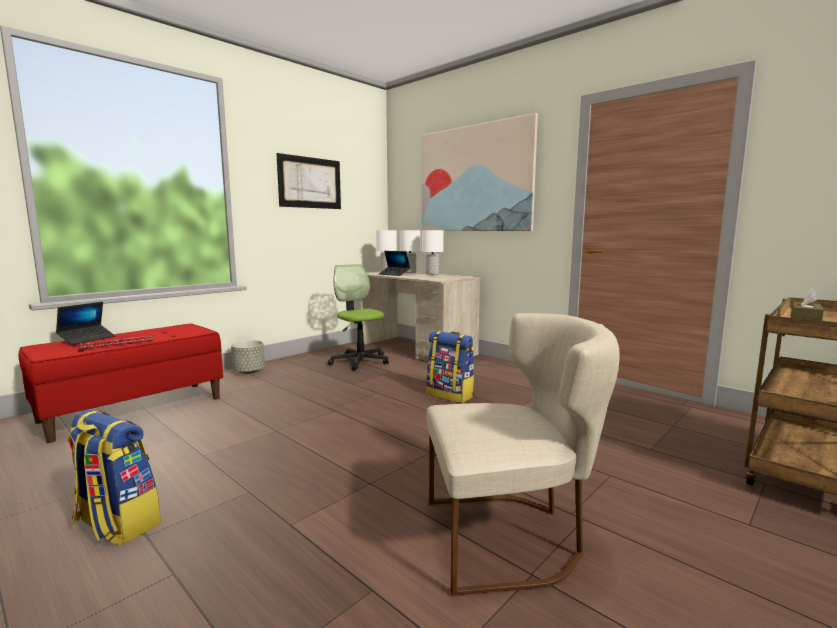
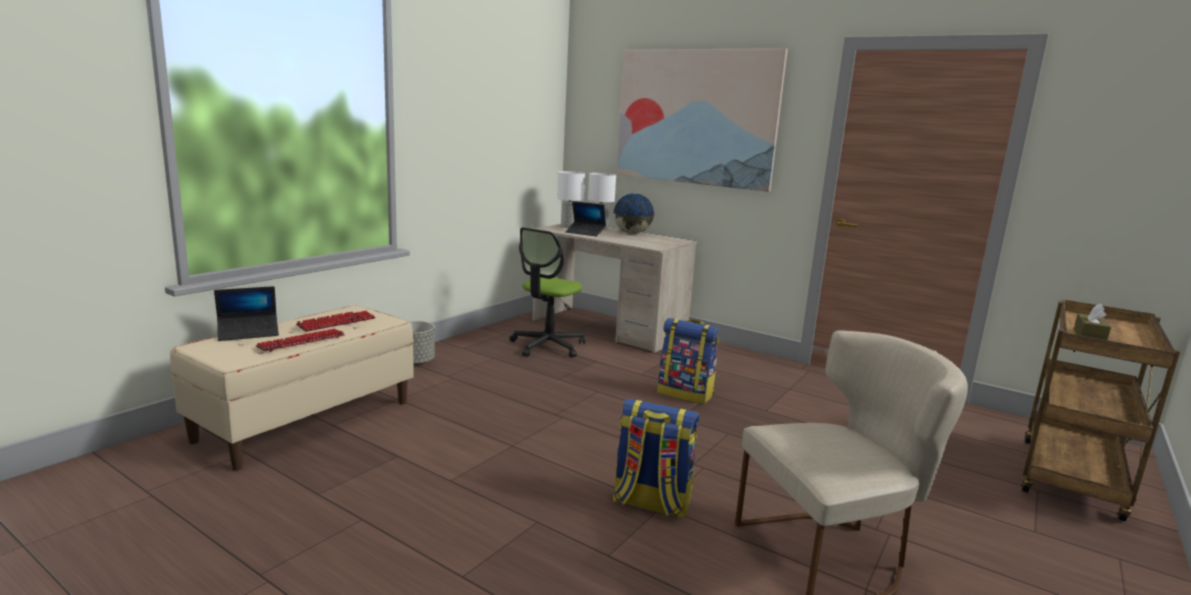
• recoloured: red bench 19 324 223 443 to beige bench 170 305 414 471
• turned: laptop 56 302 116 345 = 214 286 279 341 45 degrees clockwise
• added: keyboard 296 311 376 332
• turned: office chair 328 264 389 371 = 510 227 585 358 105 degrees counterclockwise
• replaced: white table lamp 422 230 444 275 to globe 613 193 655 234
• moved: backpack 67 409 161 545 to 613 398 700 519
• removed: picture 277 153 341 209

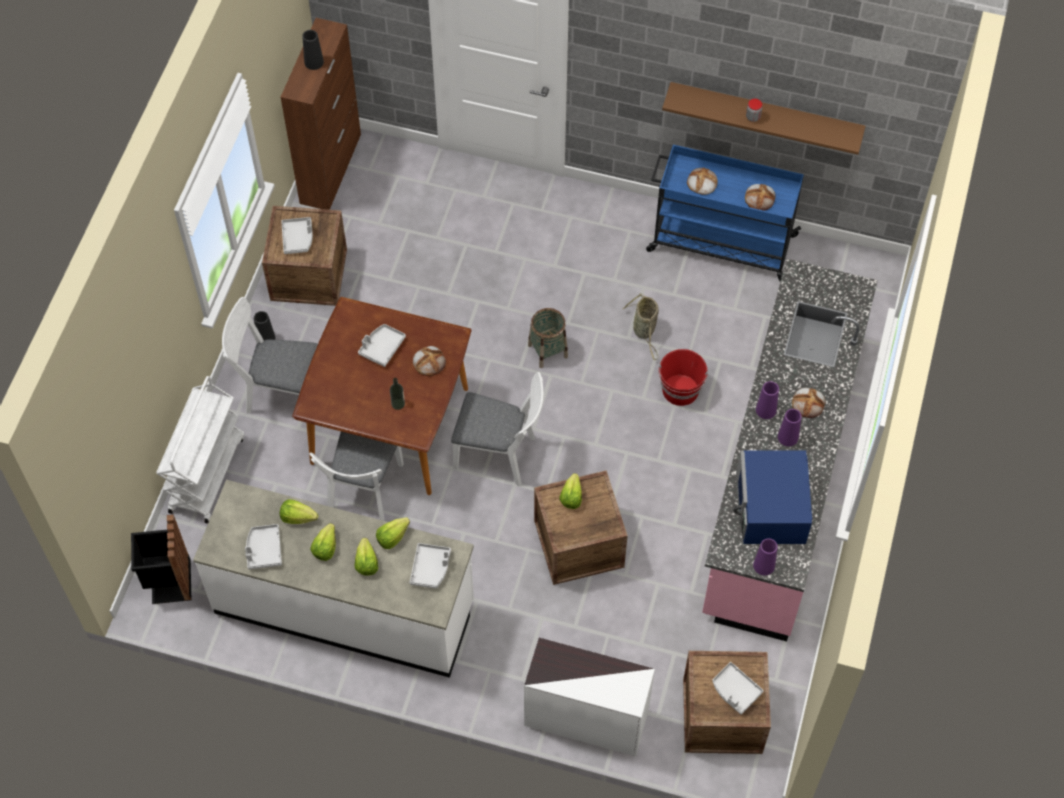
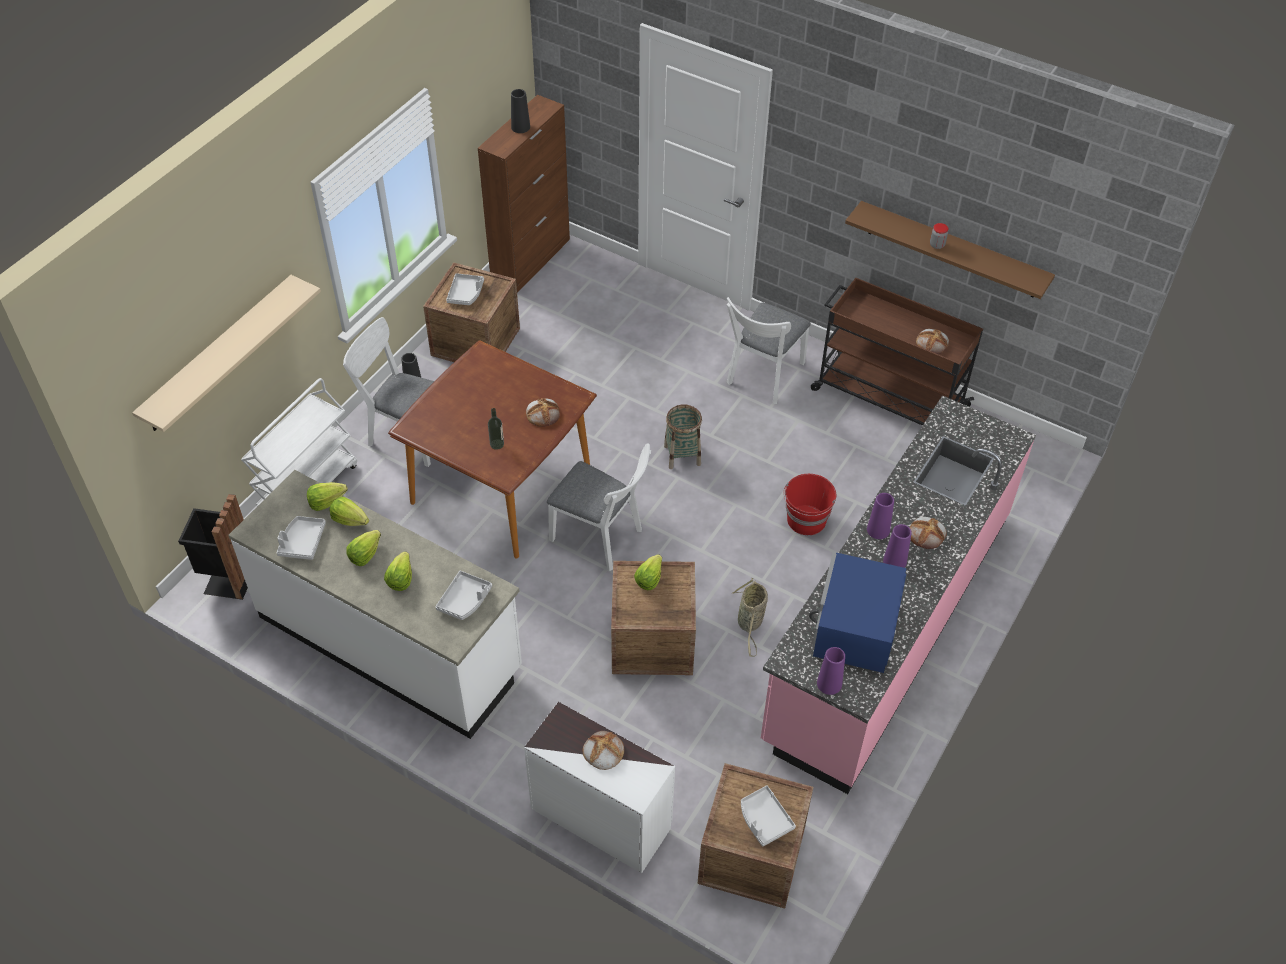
• added: beige shelf 132 275 321 432
• moved: lettuce 376 517 410 549 to 307 482 347 511
• moved: bread 687 168 718 195 to 583 731 624 770
• moved: white chair 309 432 404 521 to 727 297 811 404
• moved: basket 623 293 659 360 to 731 578 768 657
• recoloured: blue cart 646 144 804 282 to brown cart 811 278 983 426
• removed: grey tray 358 324 406 367

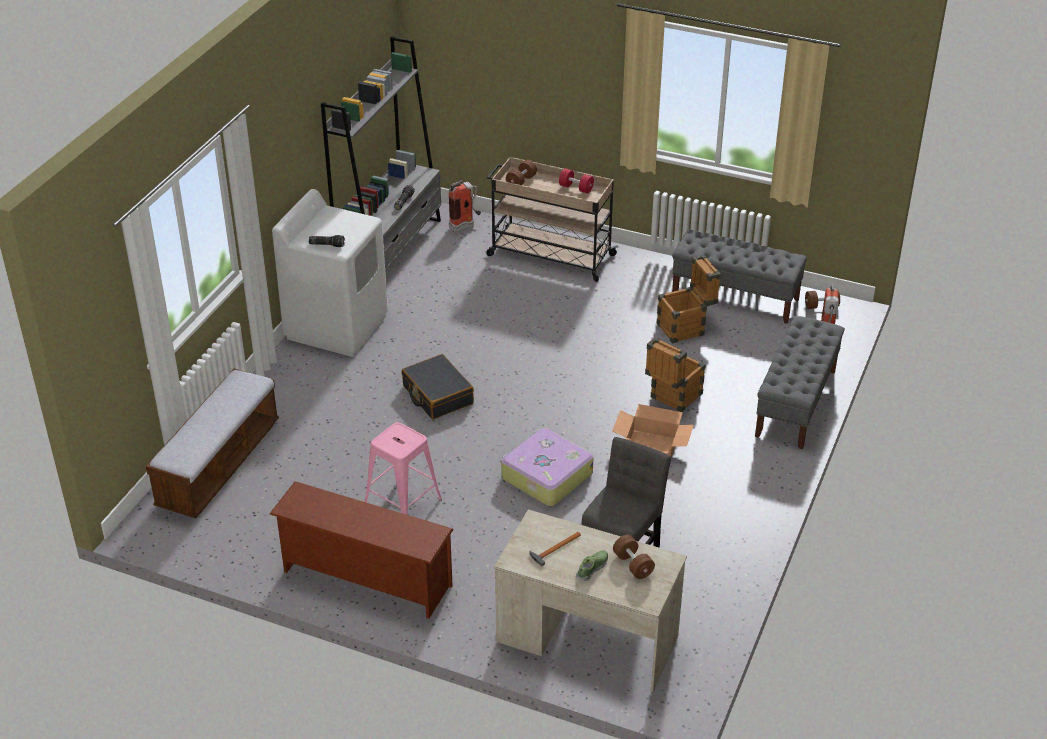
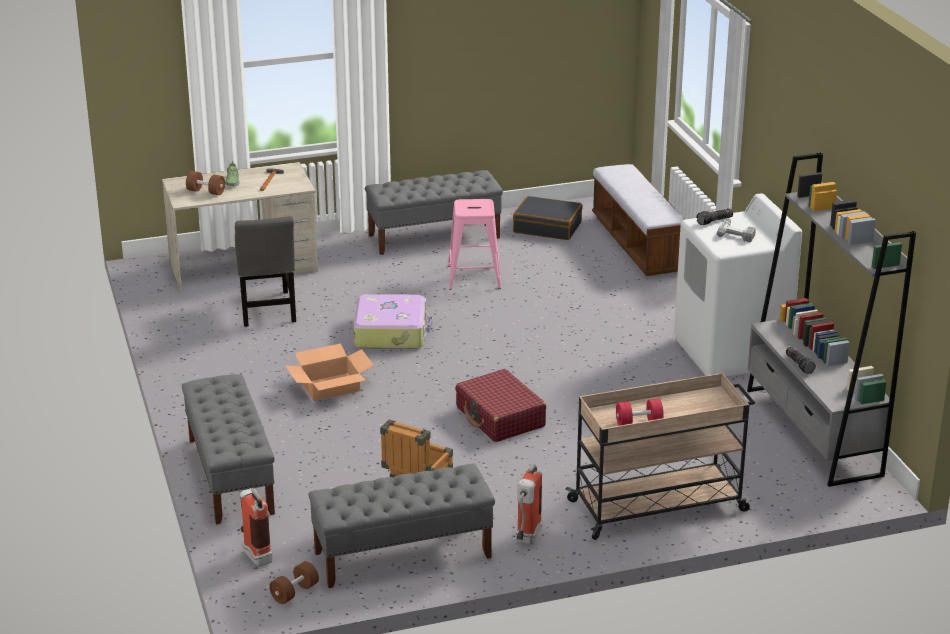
• replaced: brown shoe rack 270 481 454 619 to grey bench 365 170 503 255
• added: red suitcase 455 369 546 442
• moved: black suitcase 402 354 474 419 to 513 196 583 240
• moved: fire extinguisher 449 180 481 232 to 516 463 543 545
• added: power drill 717 219 756 242
• removed: brown dumbbell 506 160 537 185
• removed: crate 645 337 706 412

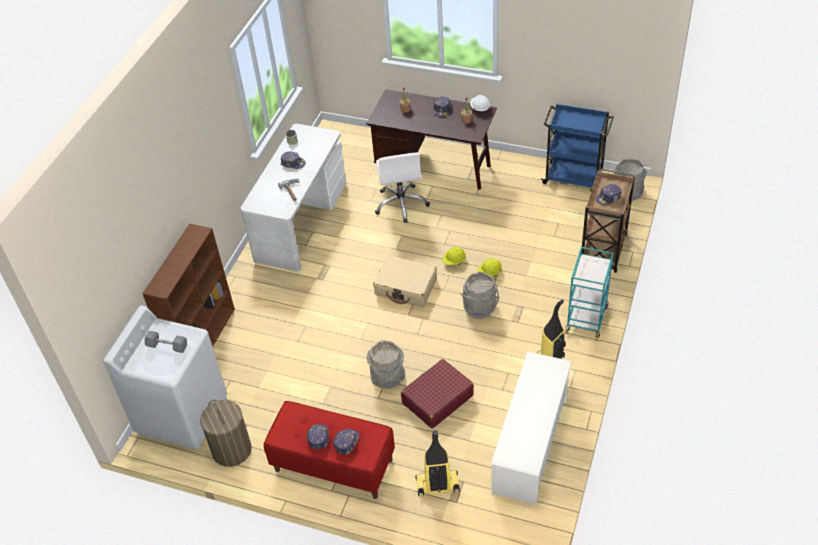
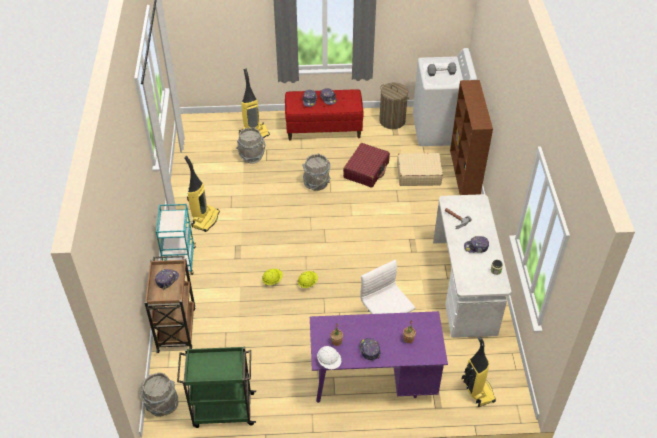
• recoloured: blue cart 541 104 614 191 to green cart 177 347 256 428
• moved: grey bucket 461 272 499 319 to 236 127 266 164
• recoloured: brown desk 366 89 497 190 to purple desk 310 311 448 403
• moved: red suitcase 401 359 474 428 to 343 143 390 188
• moved: beige suitcase 373 255 437 307 to 397 153 443 186
• added: vacuum cleaner 462 336 496 407
• removed: white shoe rack 491 351 572 505

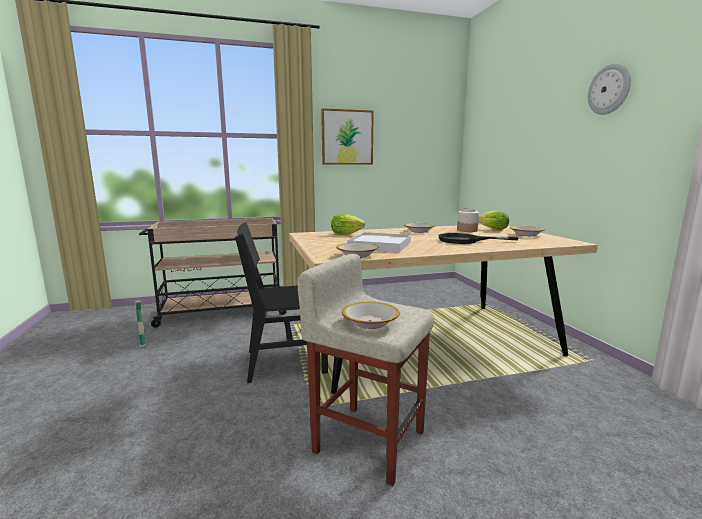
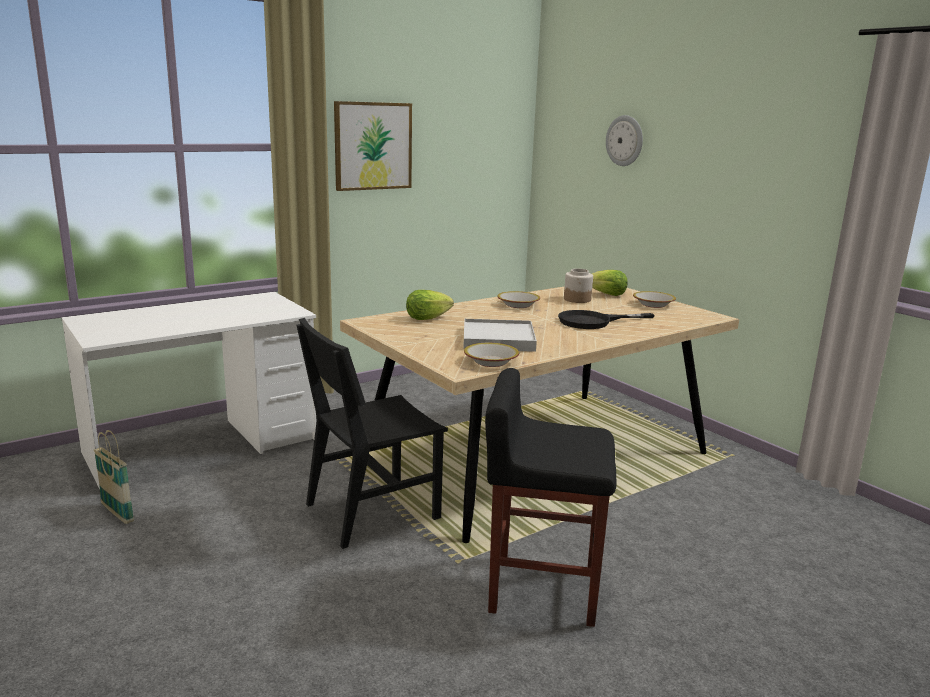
• replaced: beige cart 139 218 287 328 to white desk 61 292 316 490
• recoloured: beige stool 297 254 434 486 to black stool 485 368 617 627
• moved: wall clock 588 63 631 115 to 606 115 643 166
• removed: bowl 342 302 400 329

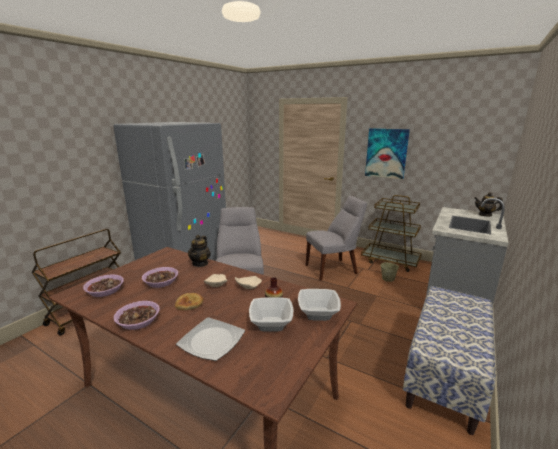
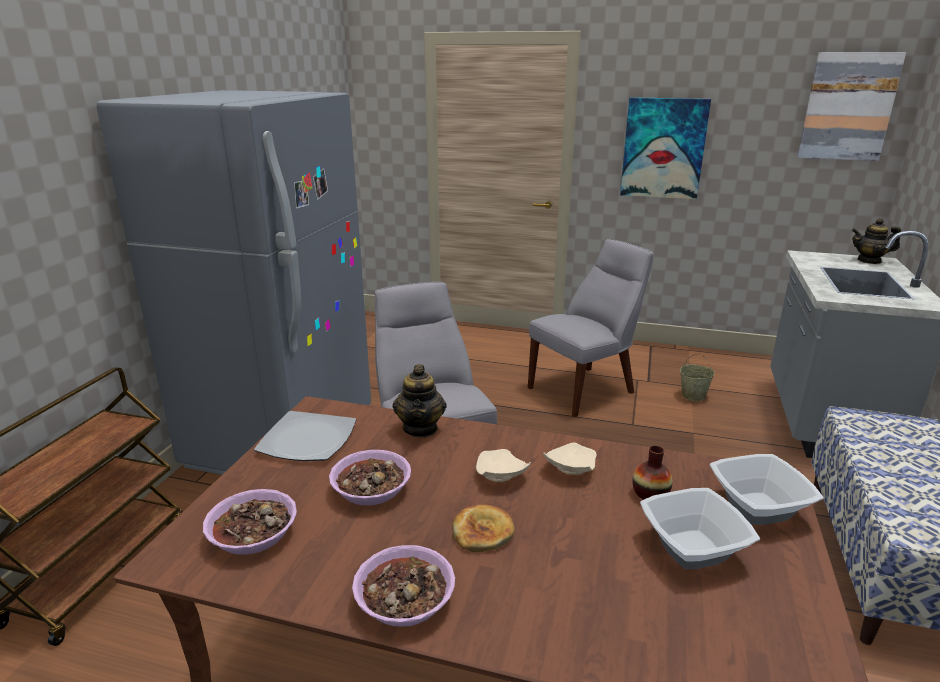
• moved: plate 176 317 245 361 to 254 411 356 461
• added: picture 798 53 906 161
• removed: brown cart 361 195 422 272

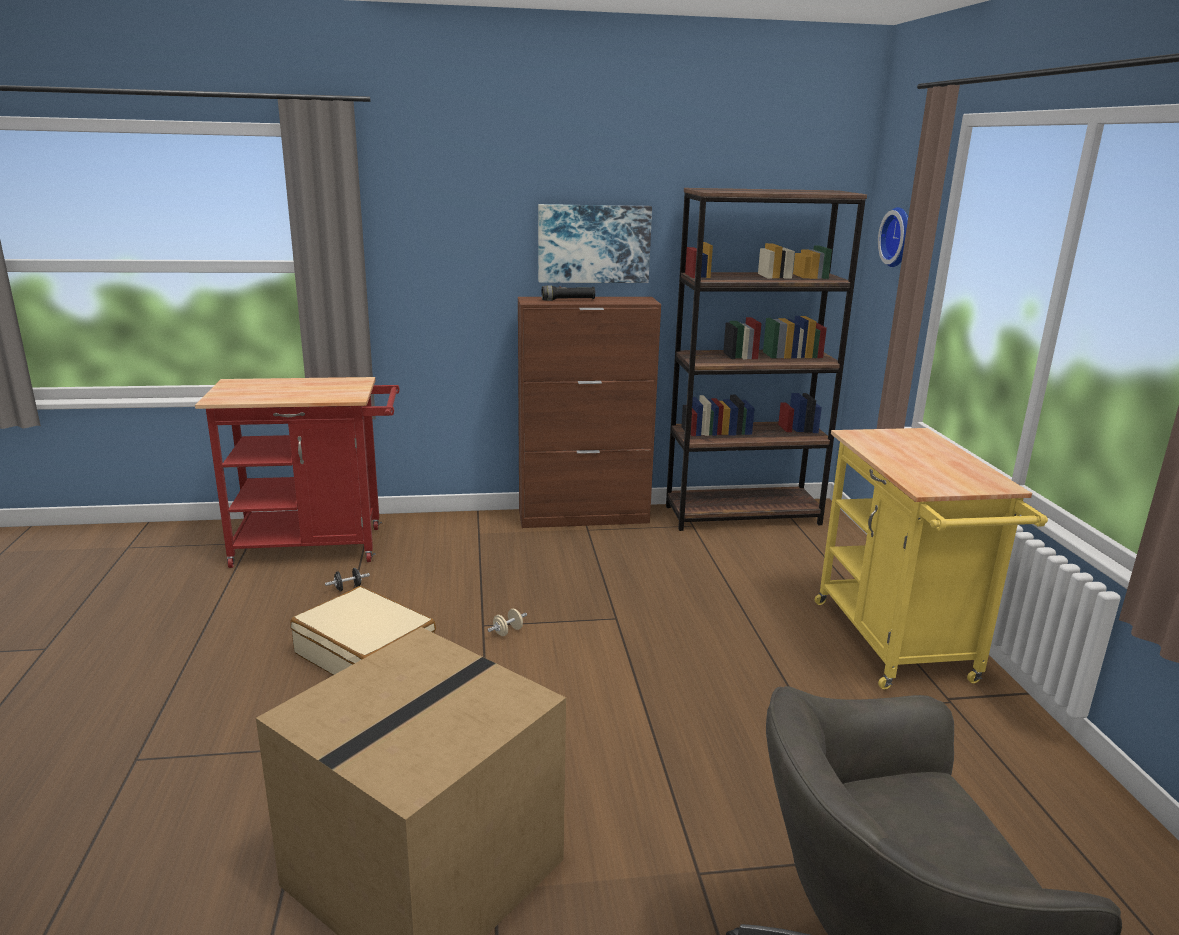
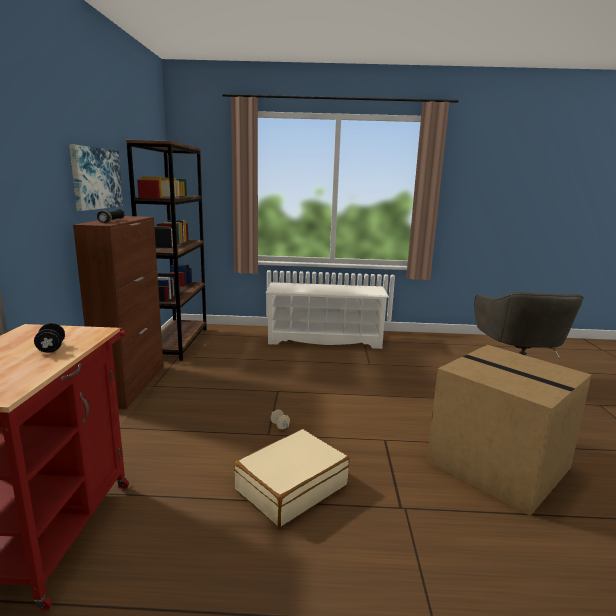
• moved: black dumbbell 325 568 370 592 to 34 323 65 353
• replaced: yellow cart 815 428 1048 690 to white shoe rack 265 282 389 349
• removed: wall clock 878 207 908 267

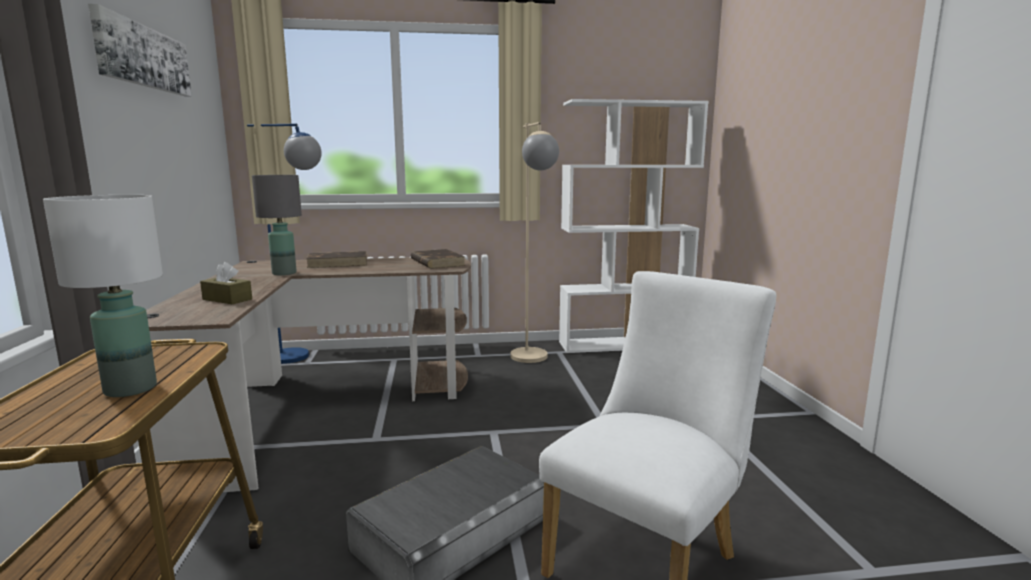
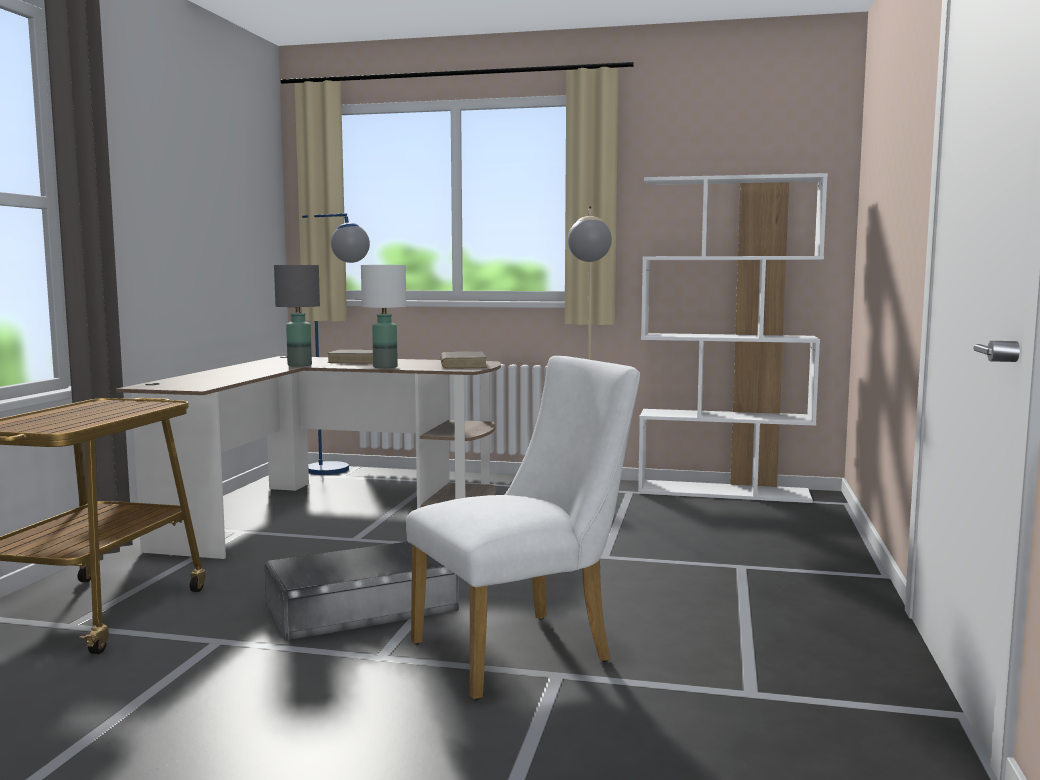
• moved: white table lamp 43 195 163 397 to 361 265 406 368
• removed: picture 88 4 192 97
• removed: brown tissue box 200 262 252 304

